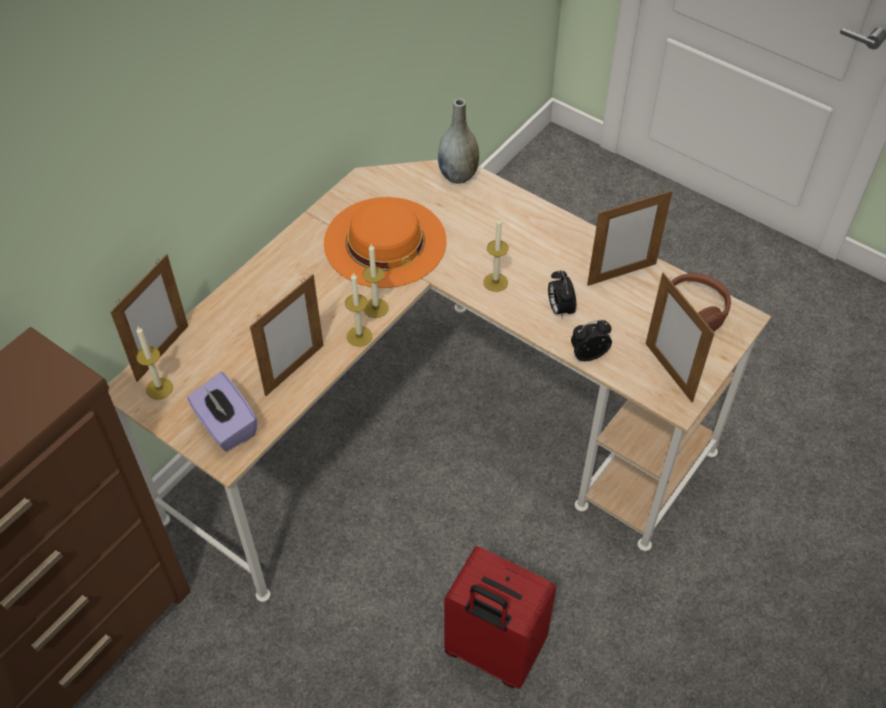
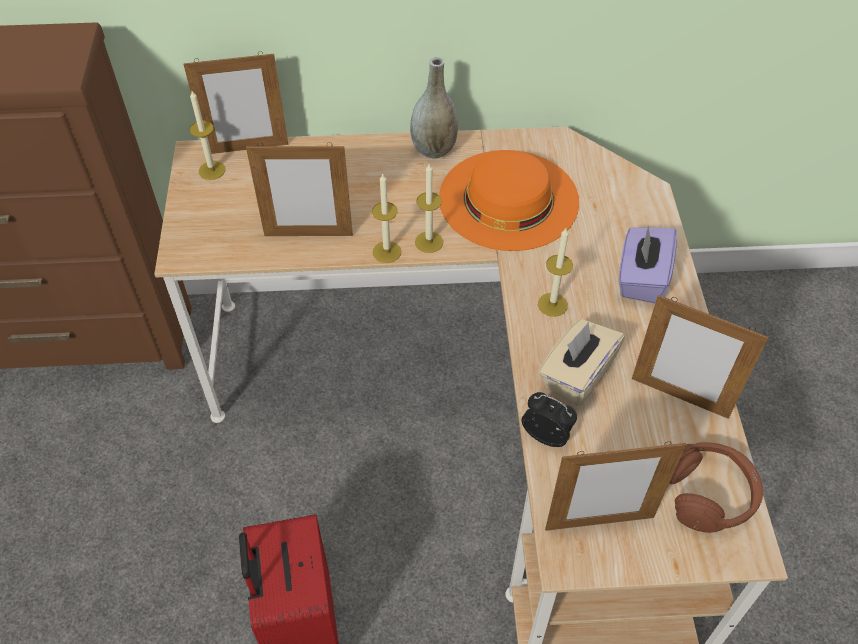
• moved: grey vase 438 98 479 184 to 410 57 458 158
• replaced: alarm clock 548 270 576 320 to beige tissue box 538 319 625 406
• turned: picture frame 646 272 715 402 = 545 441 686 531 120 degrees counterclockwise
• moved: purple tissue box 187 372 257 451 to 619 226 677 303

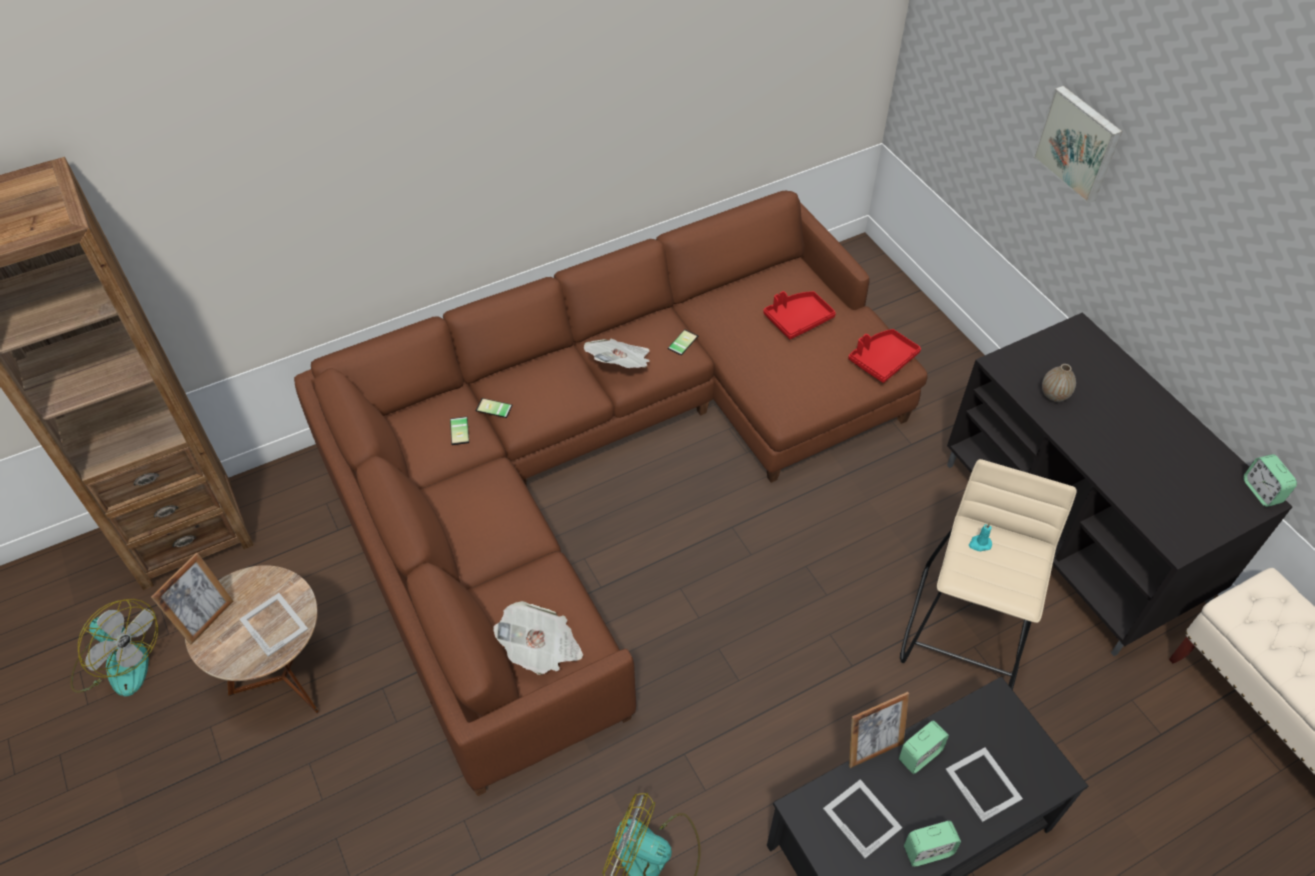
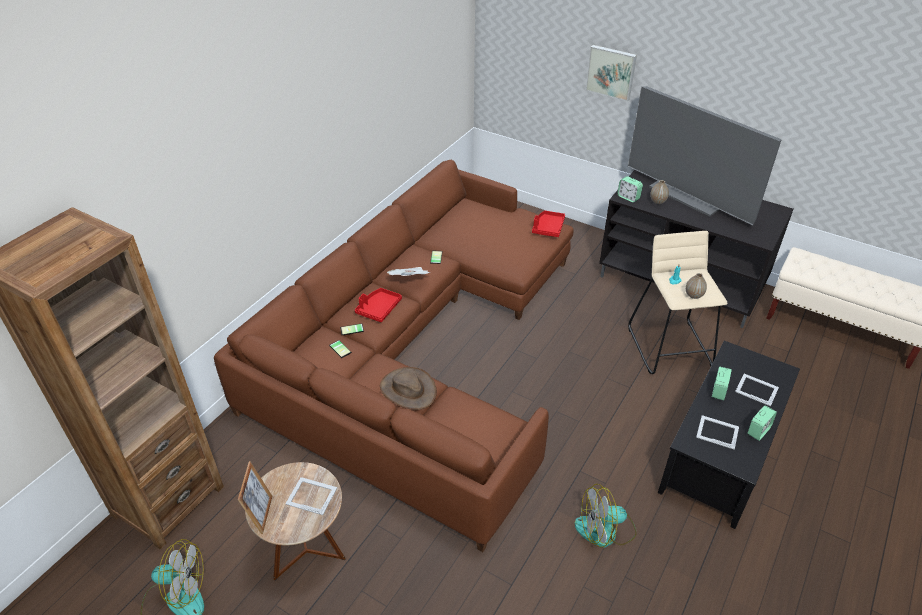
• moved: red tray 763 291 836 339 to 355 288 402 322
• added: brown hat 380 367 437 410
• moved: alarm clock 1243 454 1297 507 to 617 176 643 202
• added: television 628 86 782 225
• added: vase 686 273 707 299
• removed: newspaper 493 601 583 675
• removed: picture frame 849 692 909 768

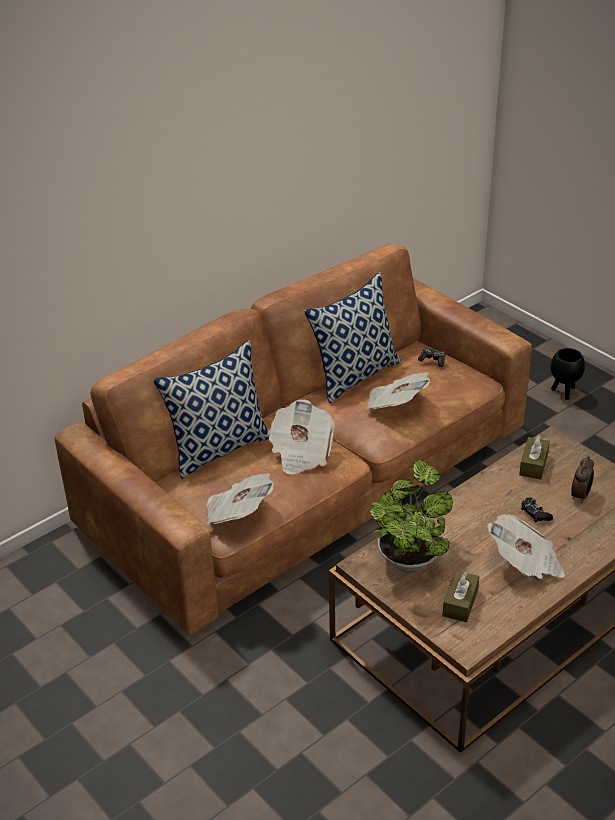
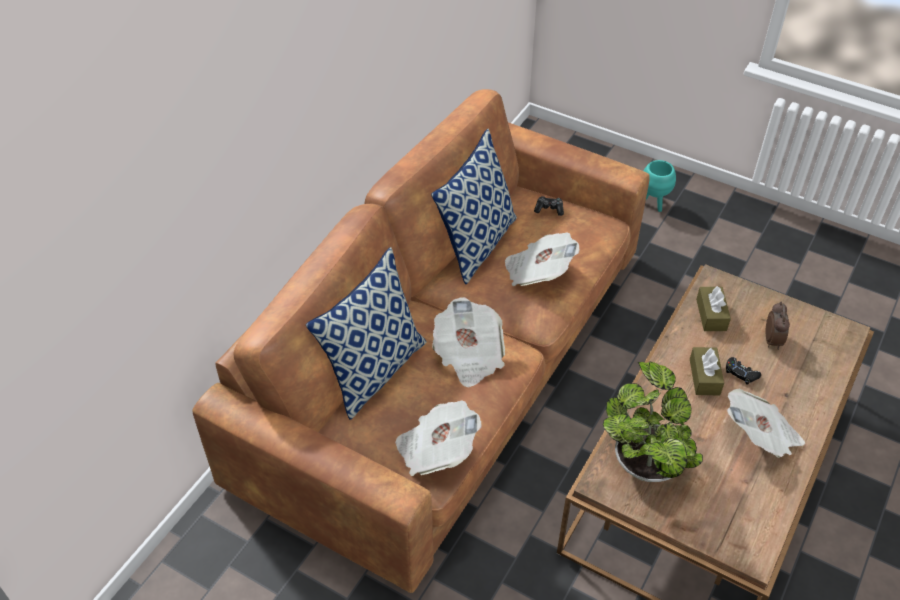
• recoloured: black planter 551 348 585 400 to turquoise planter 644 160 676 212
• moved: brown tissue box 442 570 479 622 to 690 347 724 395

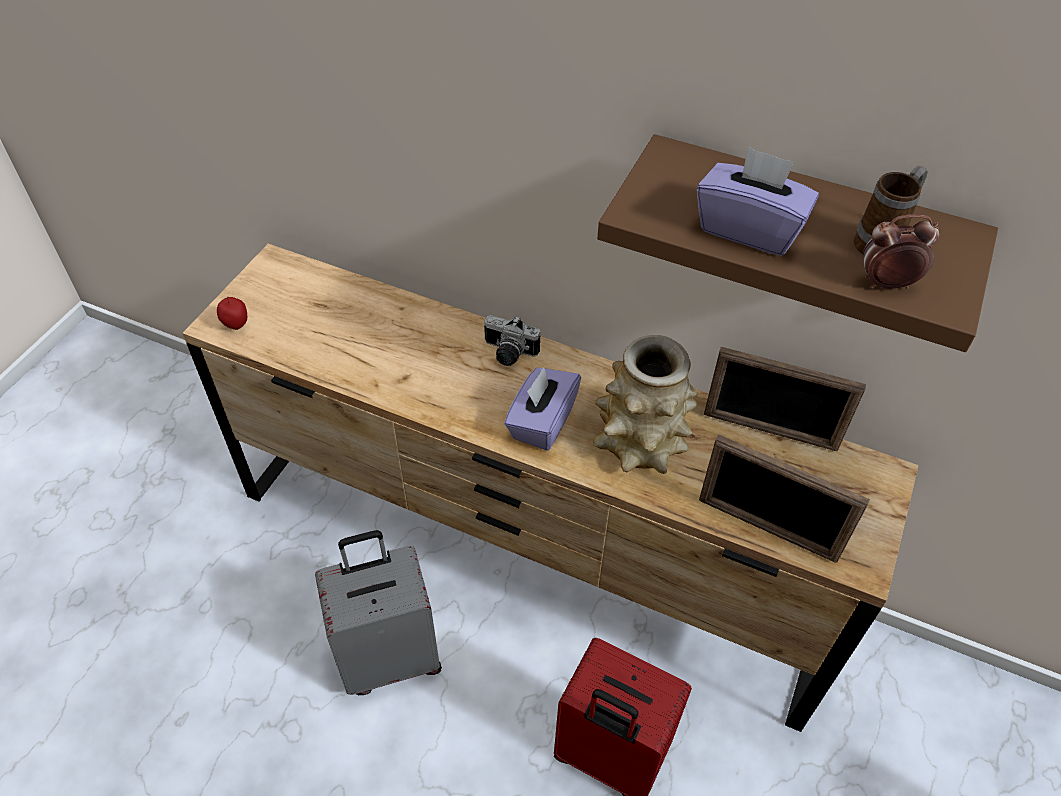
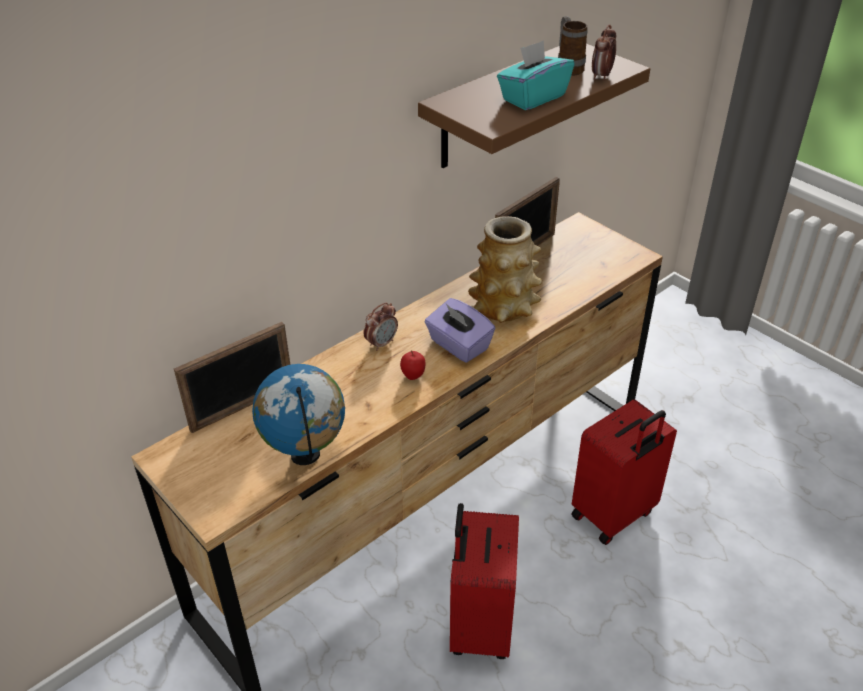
• moved: picture frame 699 434 870 563 to 174 322 290 433
• added: globe 252 364 345 465
• replaced: photo camera 484 315 541 366 to alarm clock 364 302 398 351
• moved: apple 217 297 247 330 to 400 351 426 380
• recoloured: grey suitcase 315 530 442 695 to red suitcase 450 503 519 659
• recoloured: purple tissue box 697 147 819 256 to turquoise tissue box 497 40 574 110

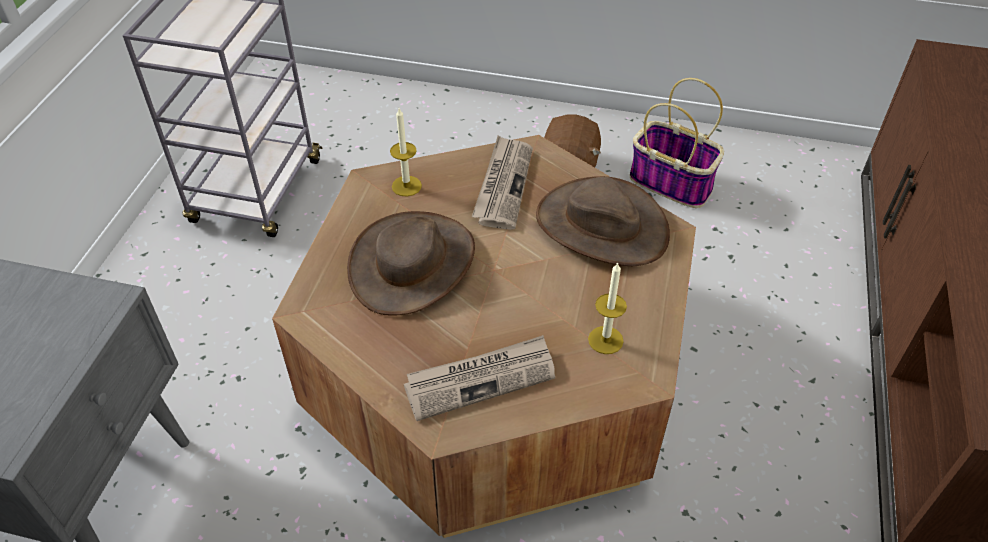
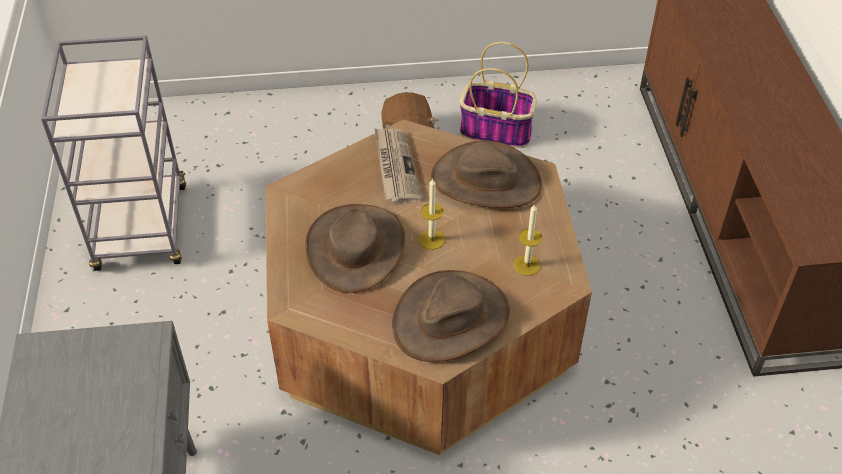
• replaced: newspaper 404 335 555 421 to brown hat 392 270 510 362
• moved: candle 390 108 422 196 to 419 178 445 250

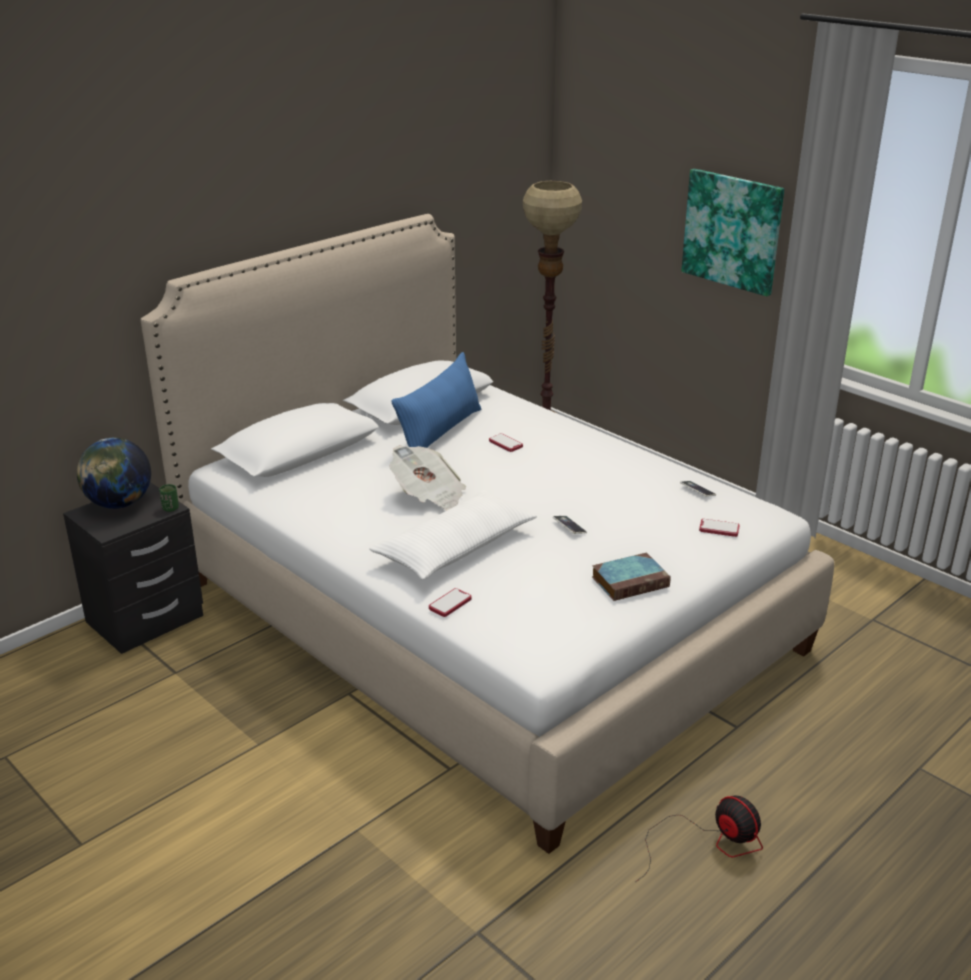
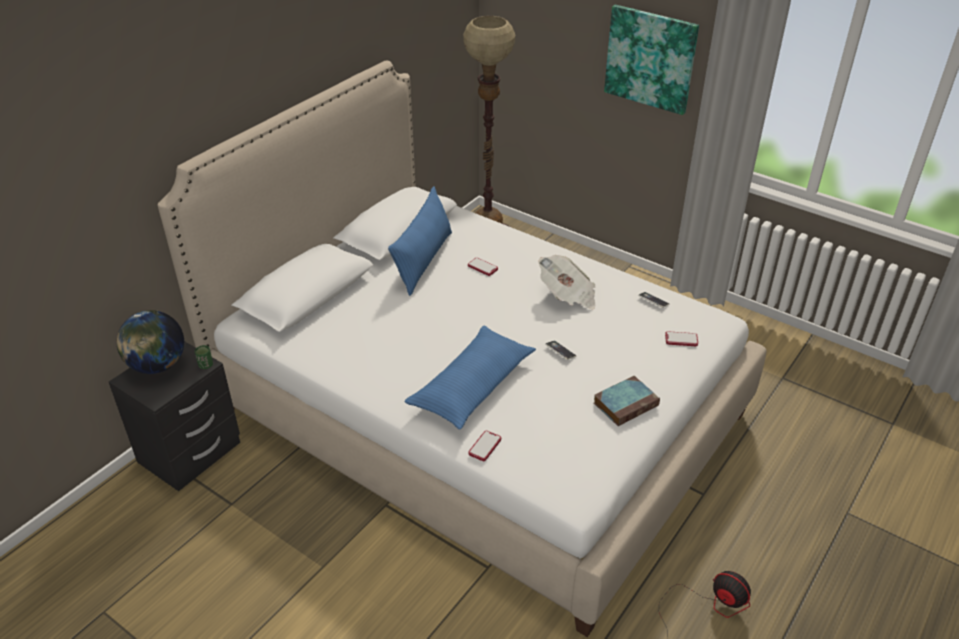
• recoloured: white pillow 369 490 537 580 to blue pillow 404 326 536 430
• moved: newspaper 389 445 466 510 to 538 255 595 309

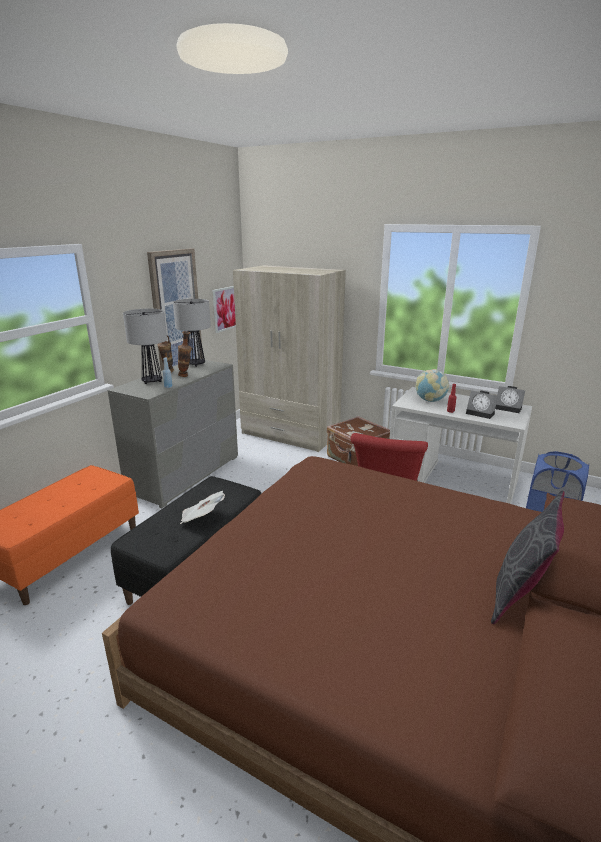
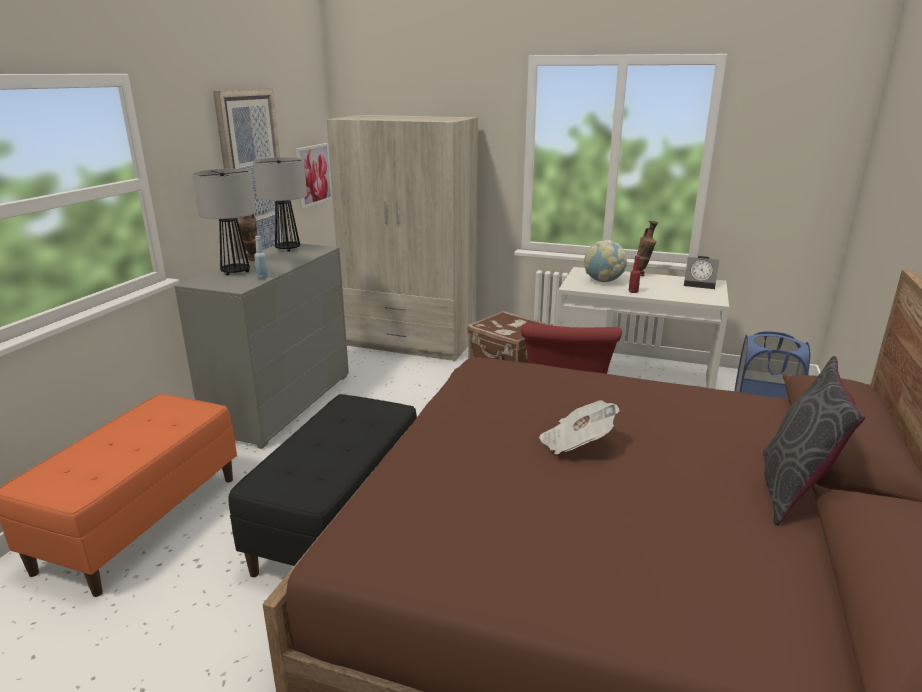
• moved: newspaper 180 491 225 524 to 539 400 620 455
• moved: vase 178 331 192 377 to 637 221 659 276
• removed: alarm clock 466 391 498 419

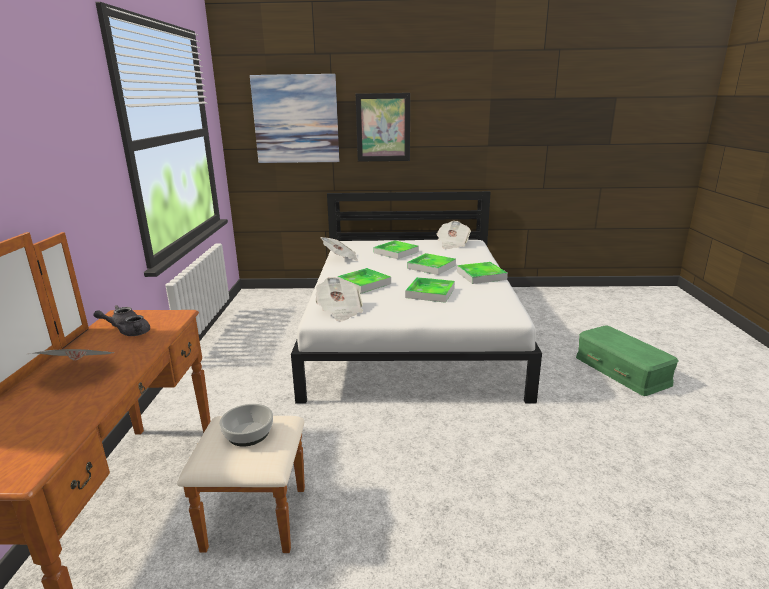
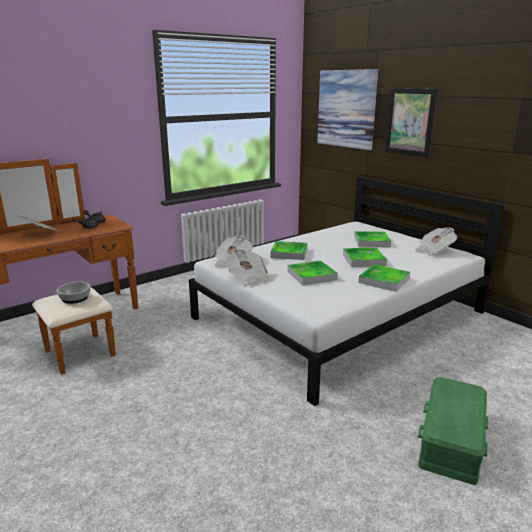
• moved: newspaper 321 237 358 261 to 227 249 269 287

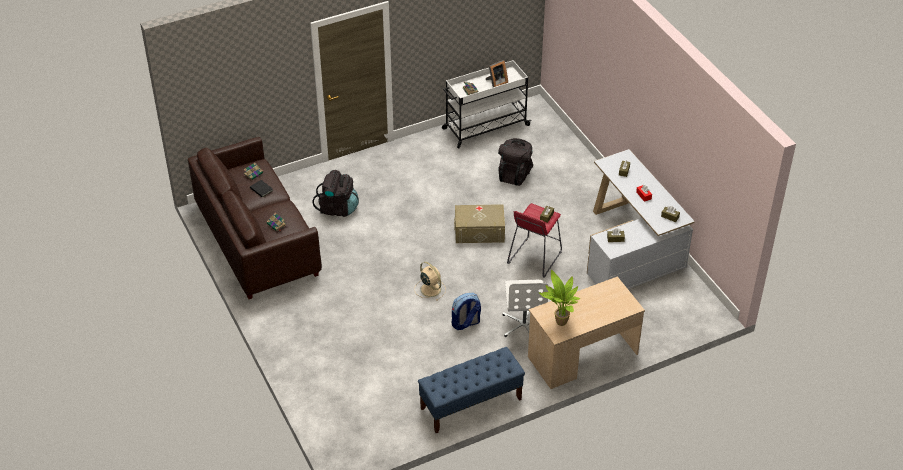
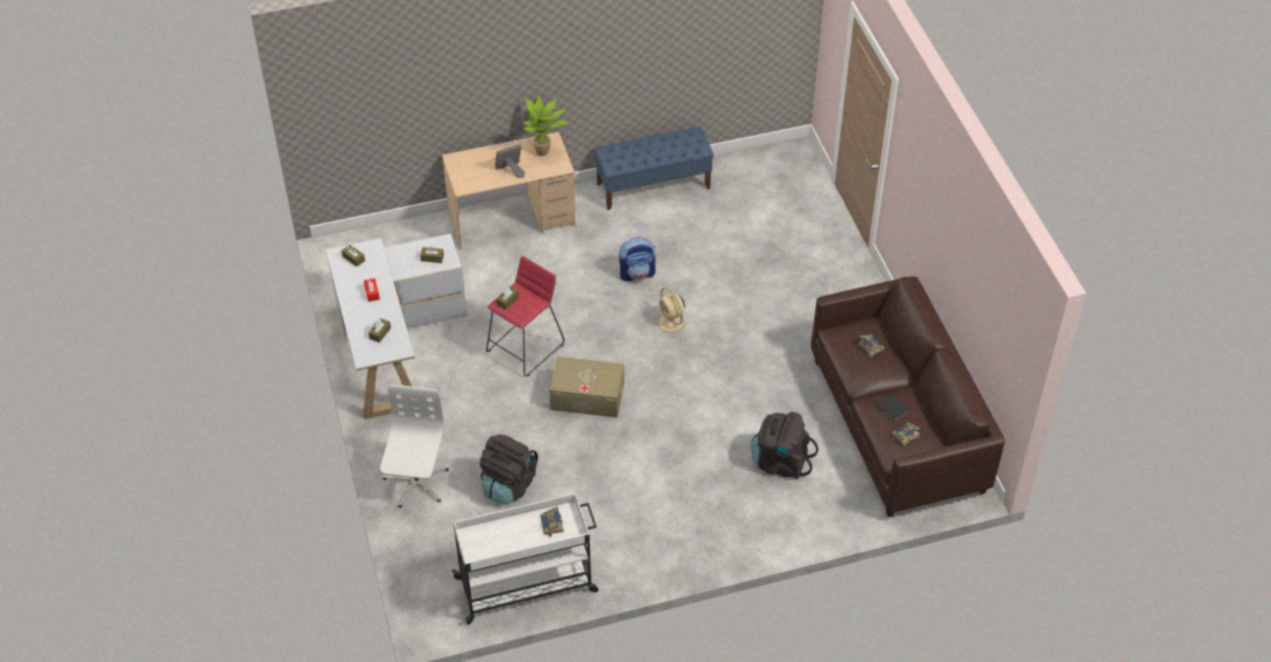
• moved: white office chair 502 280 548 337 to 380 384 449 508
• moved: picture frame 486 60 508 87 to 495 144 525 178

